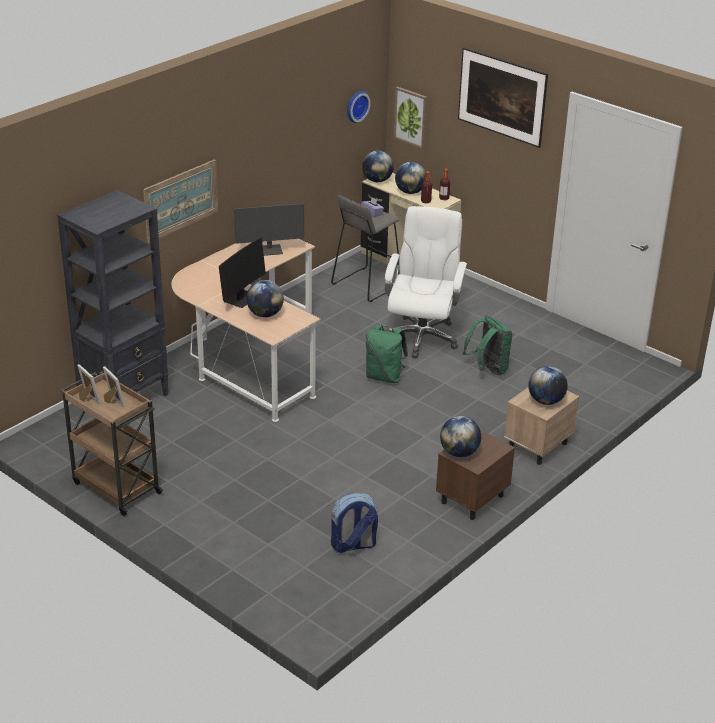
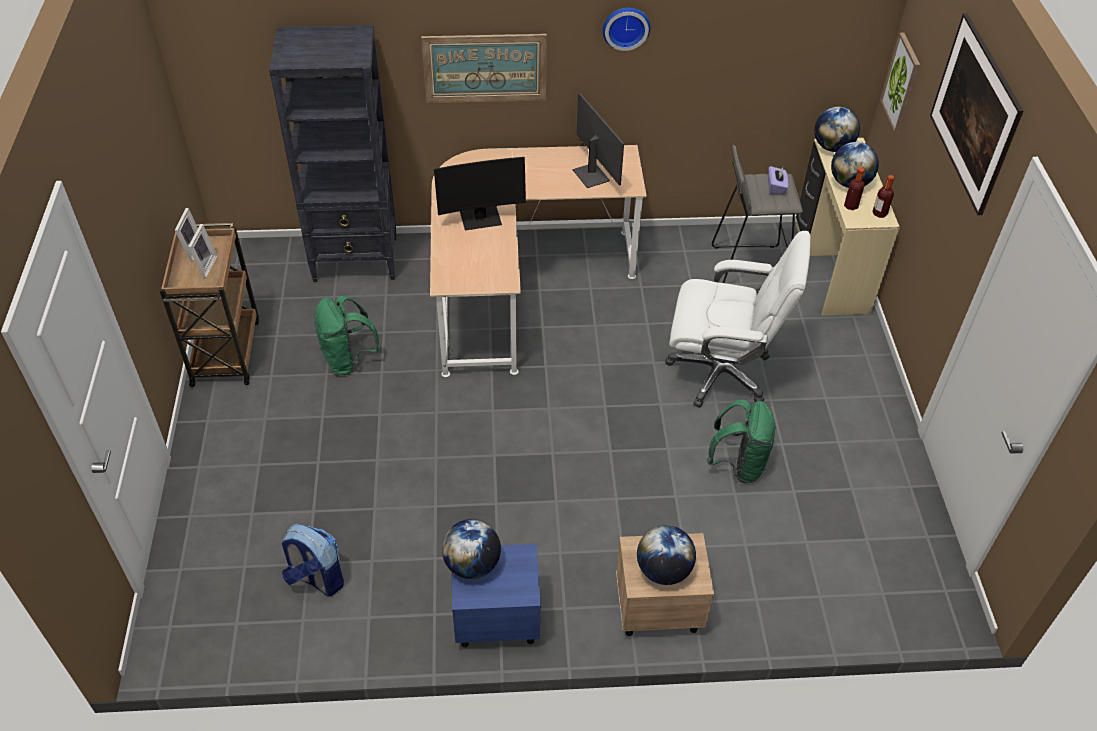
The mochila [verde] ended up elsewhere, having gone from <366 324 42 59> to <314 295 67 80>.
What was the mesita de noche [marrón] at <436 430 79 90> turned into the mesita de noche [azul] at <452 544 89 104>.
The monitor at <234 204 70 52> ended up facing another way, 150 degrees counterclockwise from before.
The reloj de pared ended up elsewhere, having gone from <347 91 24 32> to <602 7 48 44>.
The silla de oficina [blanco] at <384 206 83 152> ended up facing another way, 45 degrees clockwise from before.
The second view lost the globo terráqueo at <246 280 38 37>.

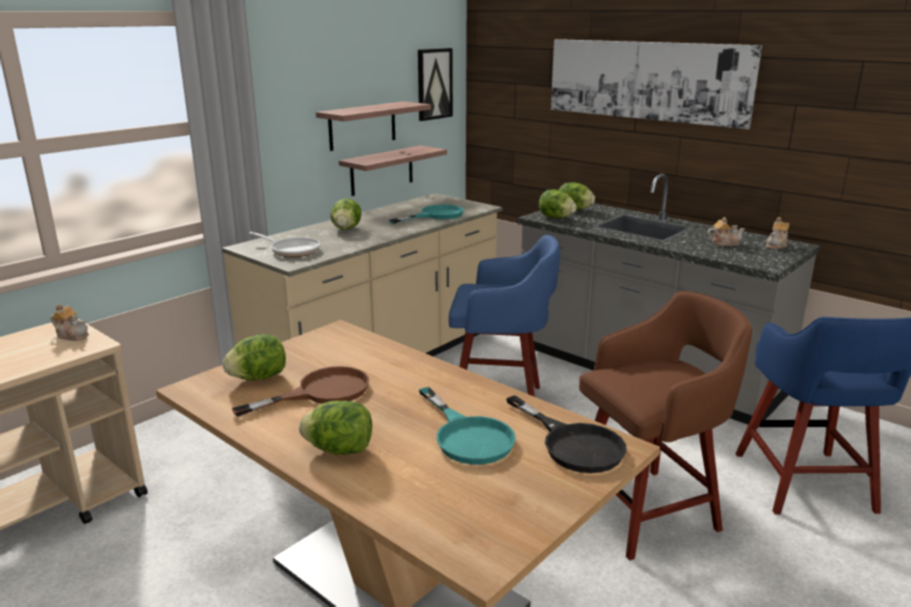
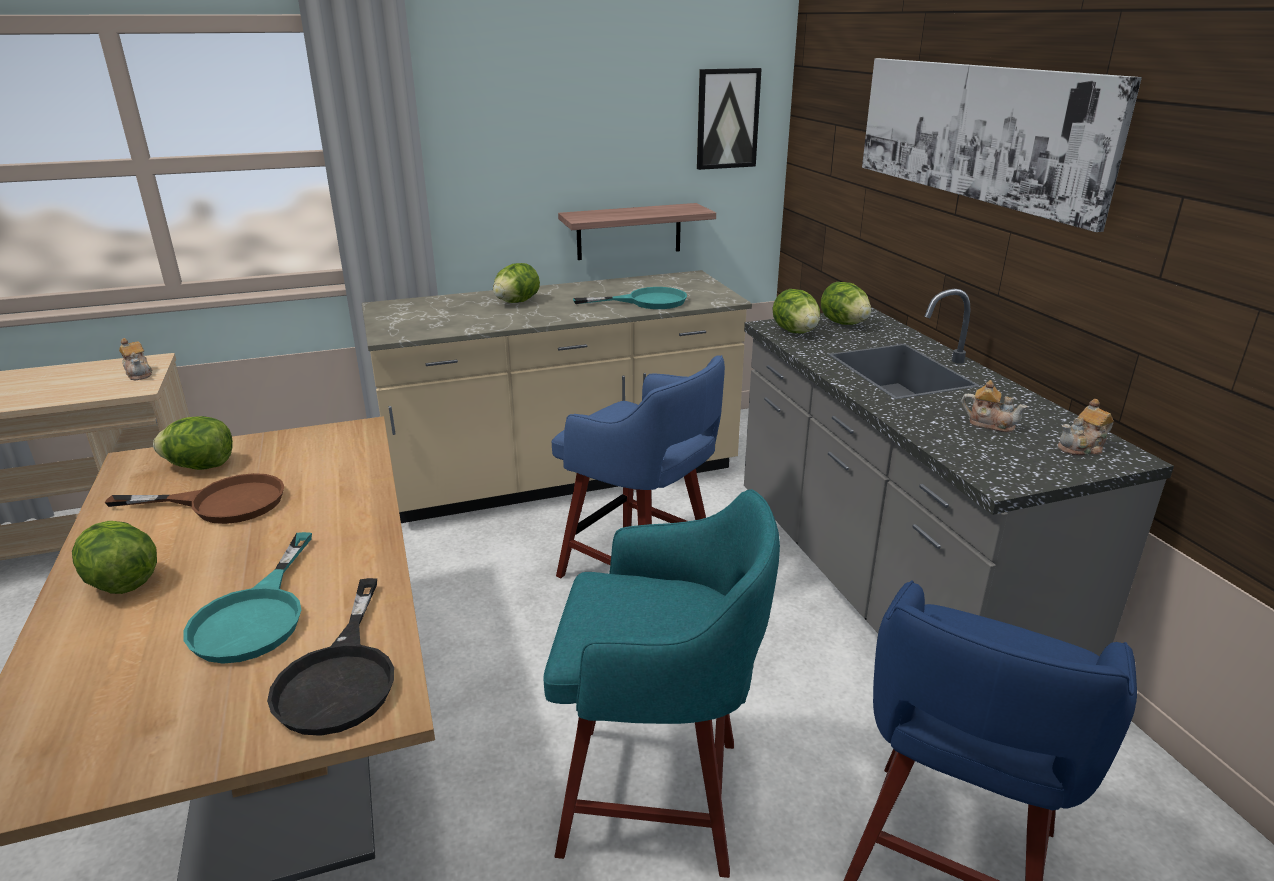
What was the taburete [marrón] at <579 291 173 270> turned into the taburete [turquesa] at <543 489 237 389>.
The second view lost the sartén at <249 232 71 25>.
The second view lost the estante at <316 101 115 50>.

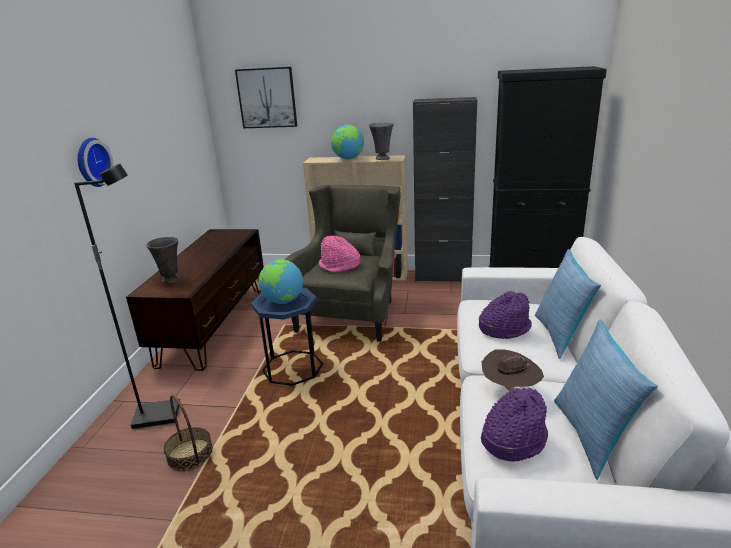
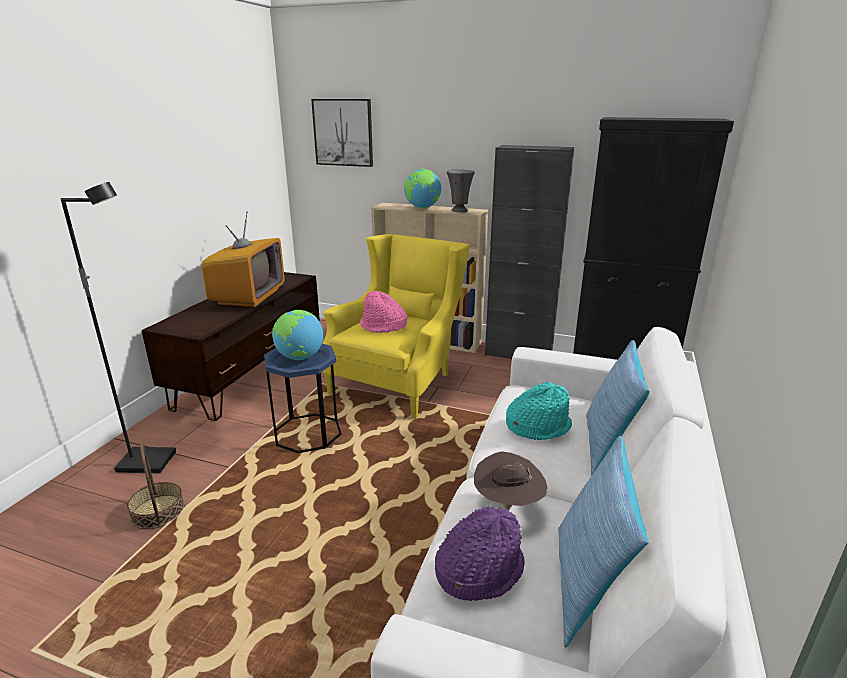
The second view gained the televisor at <201 211 83 96>.
What was the sillón [gris] at <285 185 116 157> turned into the sillón [amarillo] at <322 234 147 185>.
What was the sombrero [morado] at <479 291 53 48> turned into the sombrero [turquesa] at <506 382 66 58>.
The second view lost the reloj de pared at <78 138 36 49>.
The second view lost the florero [gris] at <146 237 34 47>.

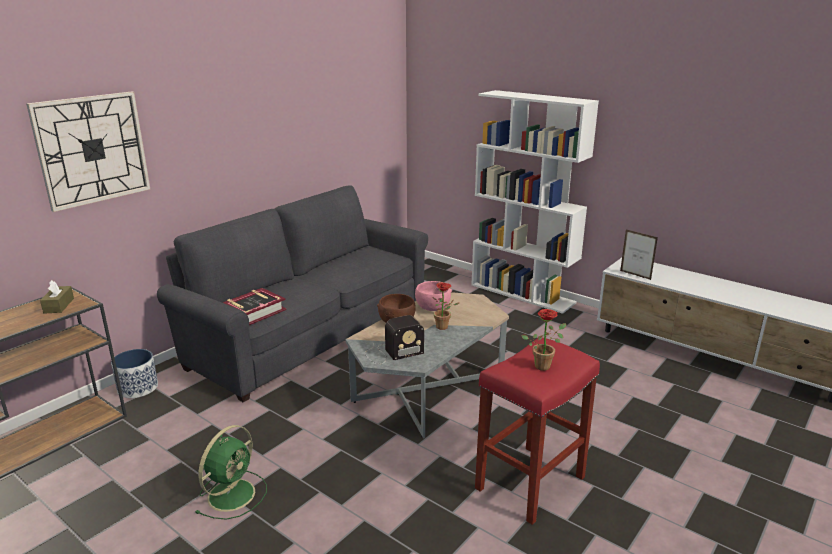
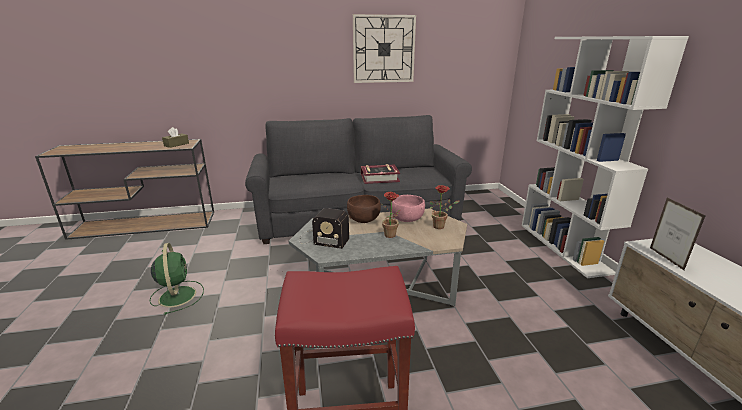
The ventilador [verde] at <196 425 71 95> ended up facing another way, 90 degrees counterclockwise from before.
The reloj de pared ended up elsewhere, having gone from <26 92 124 120> to <353 14 63 69>.
The libro ended up elsewhere, having gone from <223 288 63 37> to <361 164 39 20>.
The planta en maceta ended up elsewhere, having gone from <521 309 45 62> to <430 185 30 44>.
The second view lost the maceta at <111 349 47 49>.

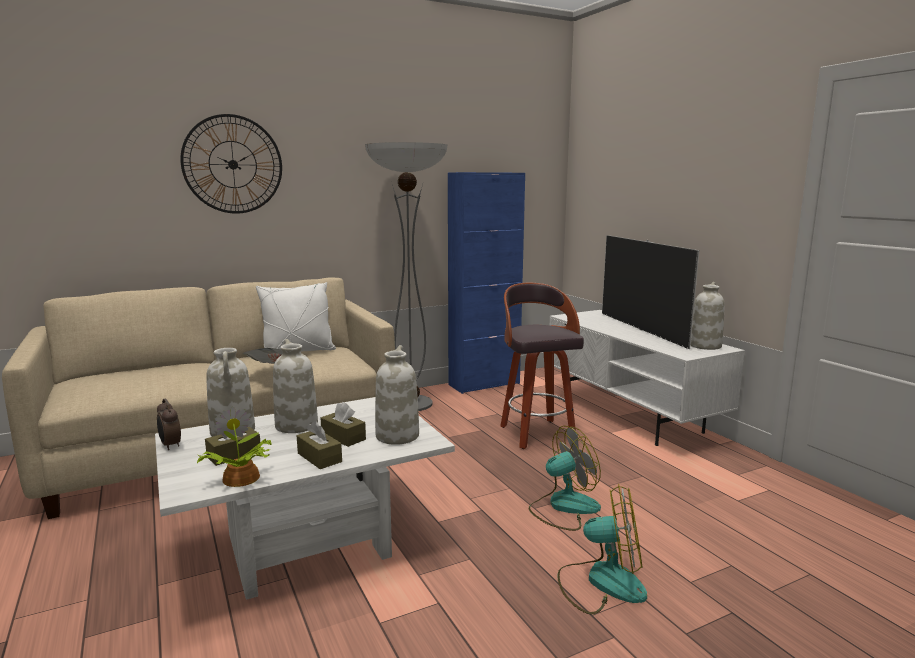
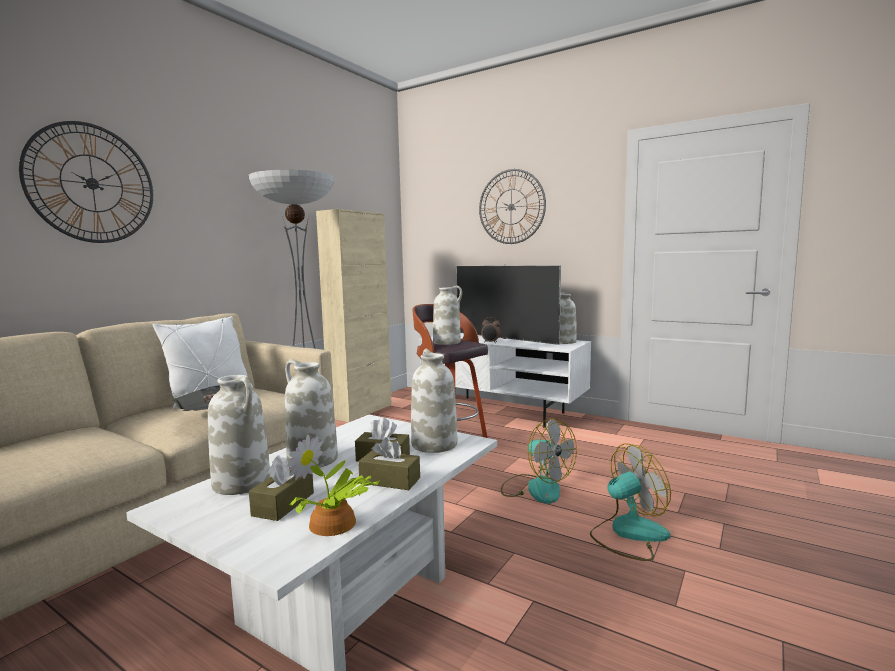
What was the armario [azul] at <448 172 77 222> turned into the armario [beis] at <316 209 76 213>.
The second view gained the florero [blanco] at <433 286 29 59>.
The second view gained the reloj de pared at <479 169 67 75>.
The despertador ended up elsewhere, having gone from <157 399 24 51> to <481 317 19 26>.
The ventilador at <529 426 72 105> ended up facing another way, 105 degrees clockwise from before.

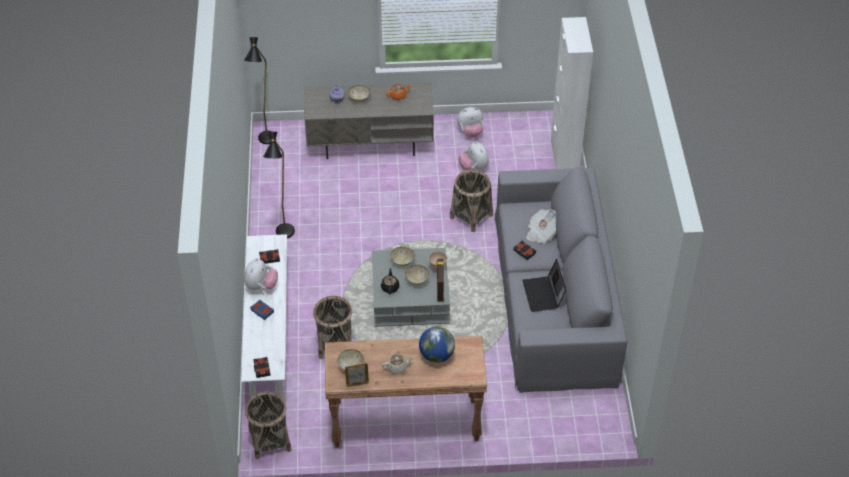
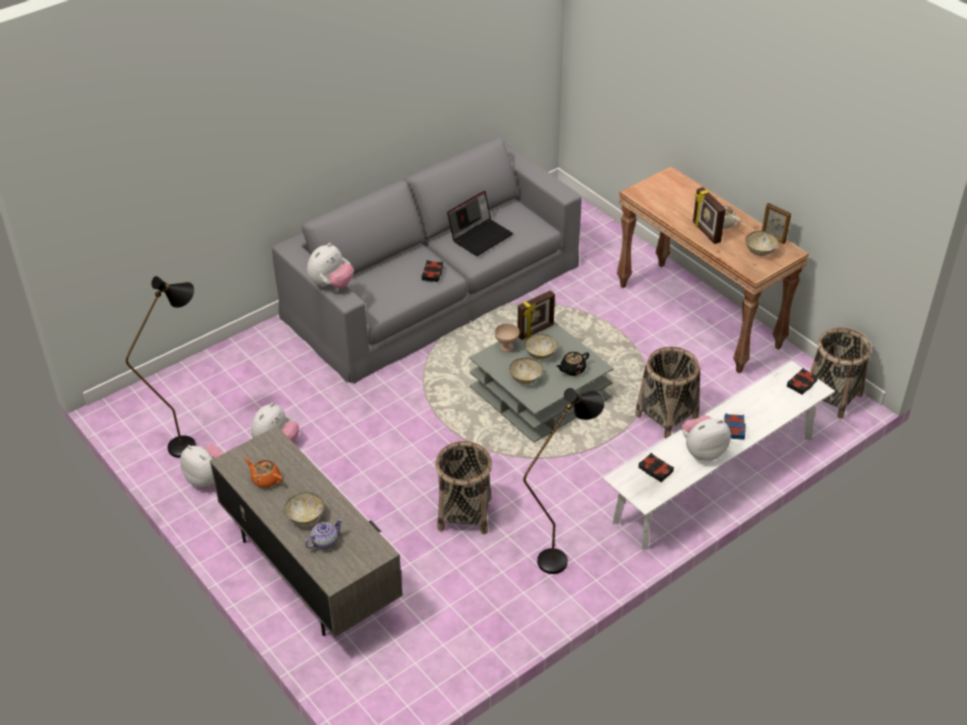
The lámpara de pie [negro] ended up elsewhere, having gone from <244 37 28 107> to <126 276 70 182>.
The second view gained the peluche at <307 243 47 46>.
The cesta ended up elsewhere, having gone from <450 170 43 62> to <435 441 57 93>.
The second view gained the portarretratos at <693 187 33 57>.
The second view lost the globo terráqueo at <419 326 36 37>.
The second view lost the periódico at <526 209 30 35>.
The second view lost the armario [blanco] at <551 17 42 152>.

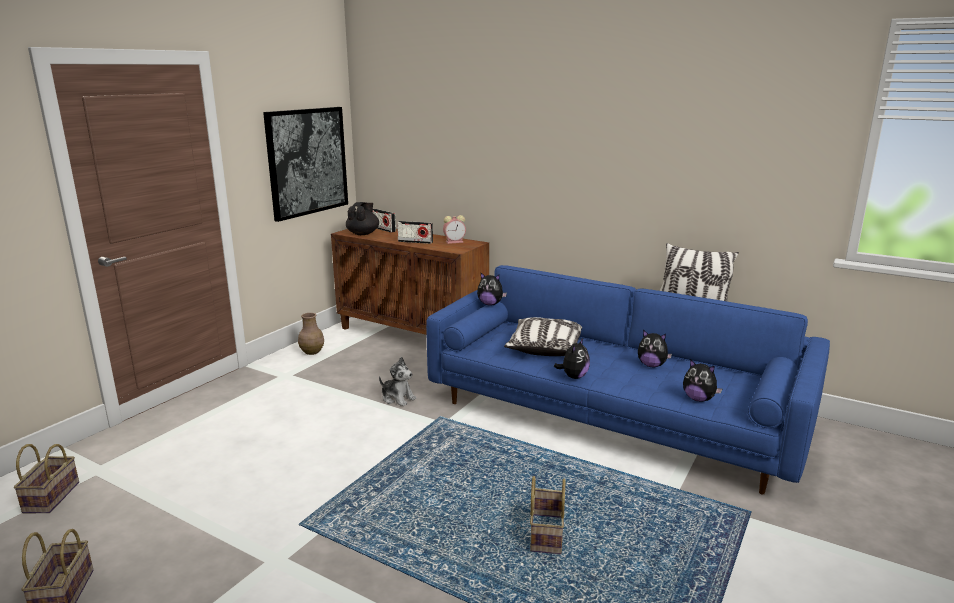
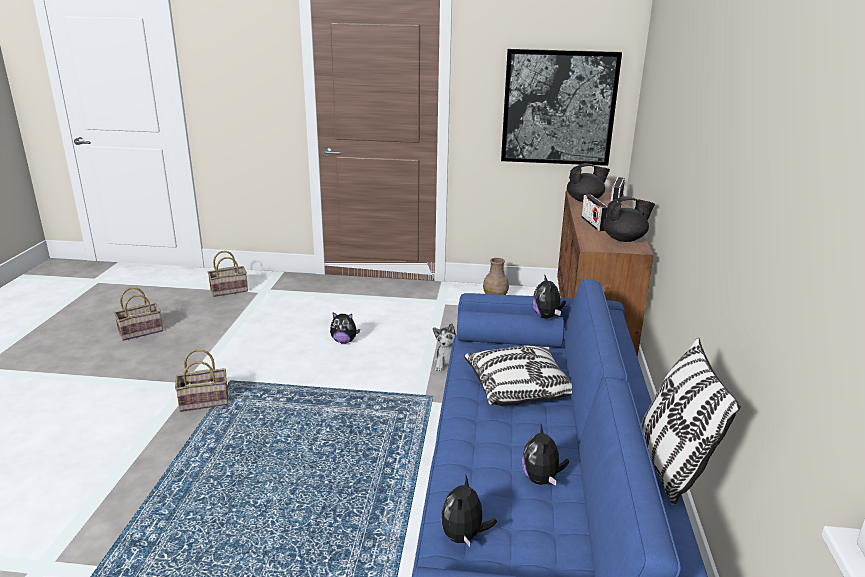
The cesta ended up elsewhere, having gone from <530 476 35 78> to <175 349 53 63>.
The peluche ended up elsewhere, having gone from <554 339 36 40> to <330 312 30 32>.
Where the despertador stood at <443 215 23 29>, the tetera [negro] came to stand at <603 196 52 46>.

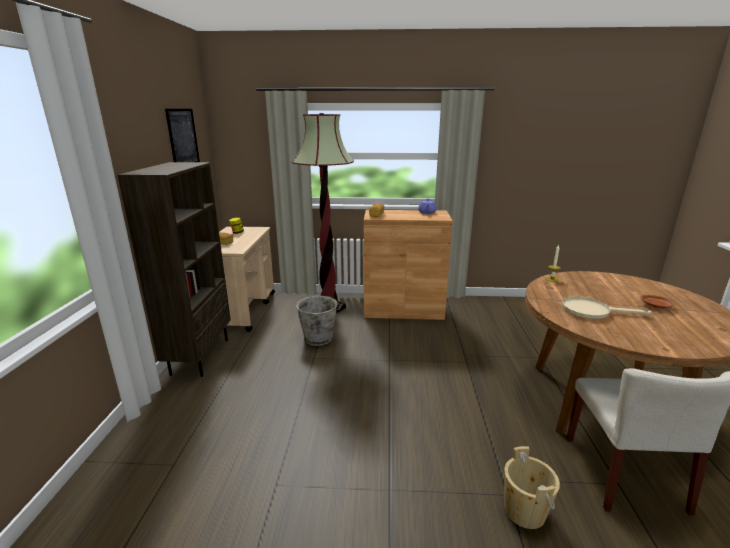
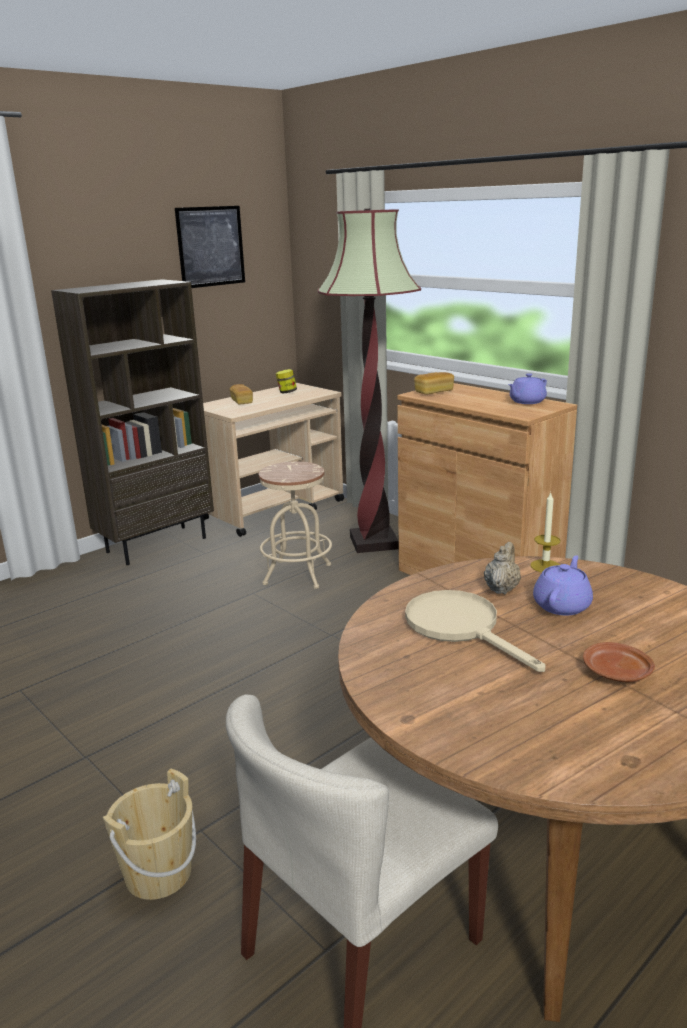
Where the cubo [gris] stood at <296 296 46 50>, the taburete [beis] came to stand at <259 462 73 127>.
The second view gained the tetera [beis] at <484 542 37 53>.
The second view gained the tetera [morado] at <533 555 60 61>.

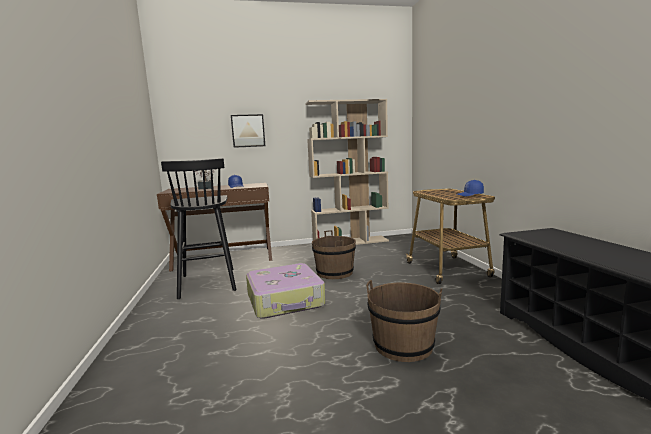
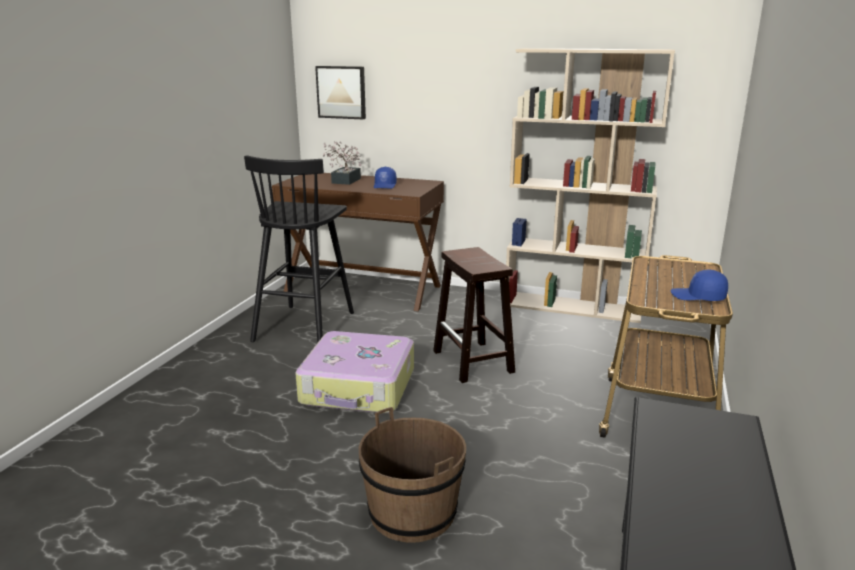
The cuadro ended up elsewhere, having gone from <231 114 34 34> to <315 66 51 53>.
Where the cubo [marrón] stood at <312 230 44 49>, the taburete [marrón] came to stand at <433 247 82 136>.

